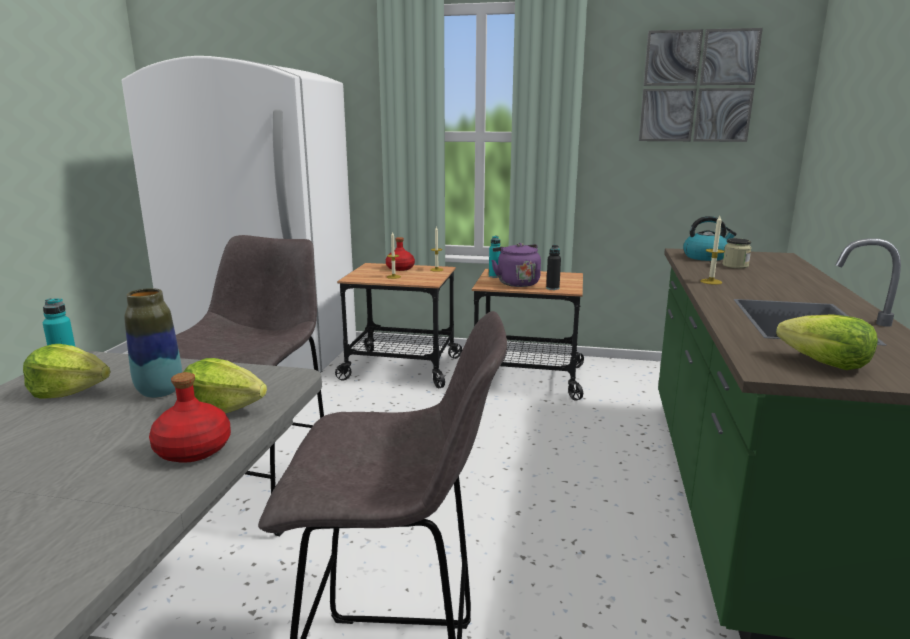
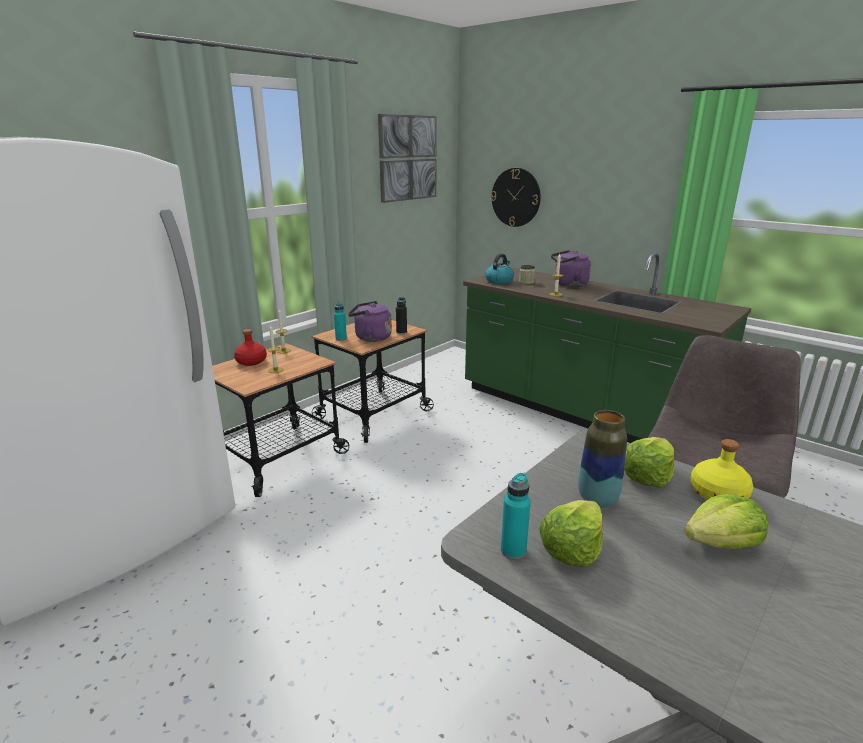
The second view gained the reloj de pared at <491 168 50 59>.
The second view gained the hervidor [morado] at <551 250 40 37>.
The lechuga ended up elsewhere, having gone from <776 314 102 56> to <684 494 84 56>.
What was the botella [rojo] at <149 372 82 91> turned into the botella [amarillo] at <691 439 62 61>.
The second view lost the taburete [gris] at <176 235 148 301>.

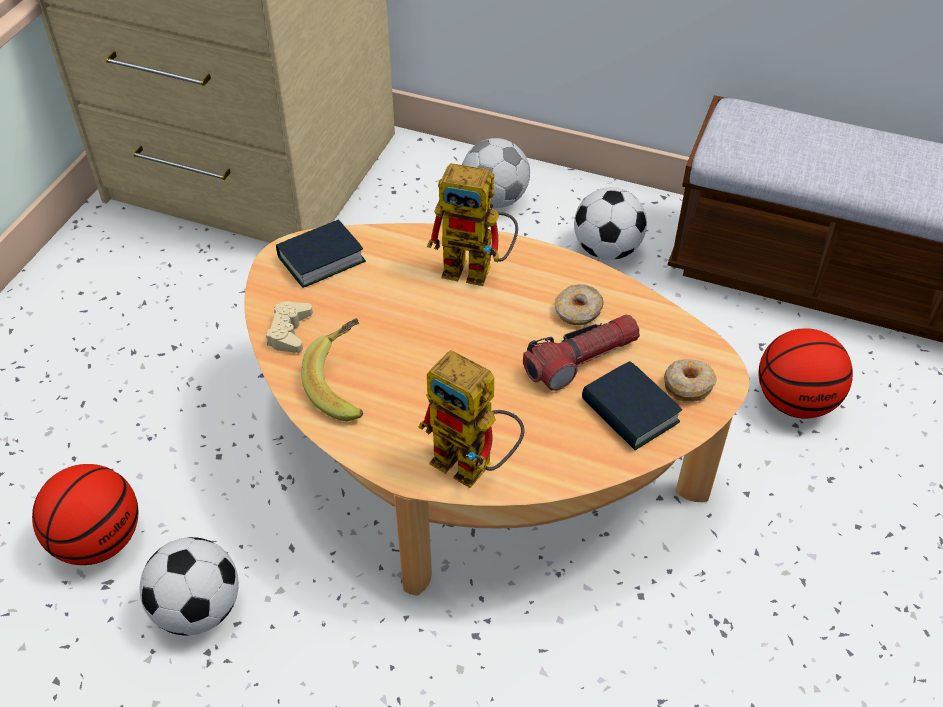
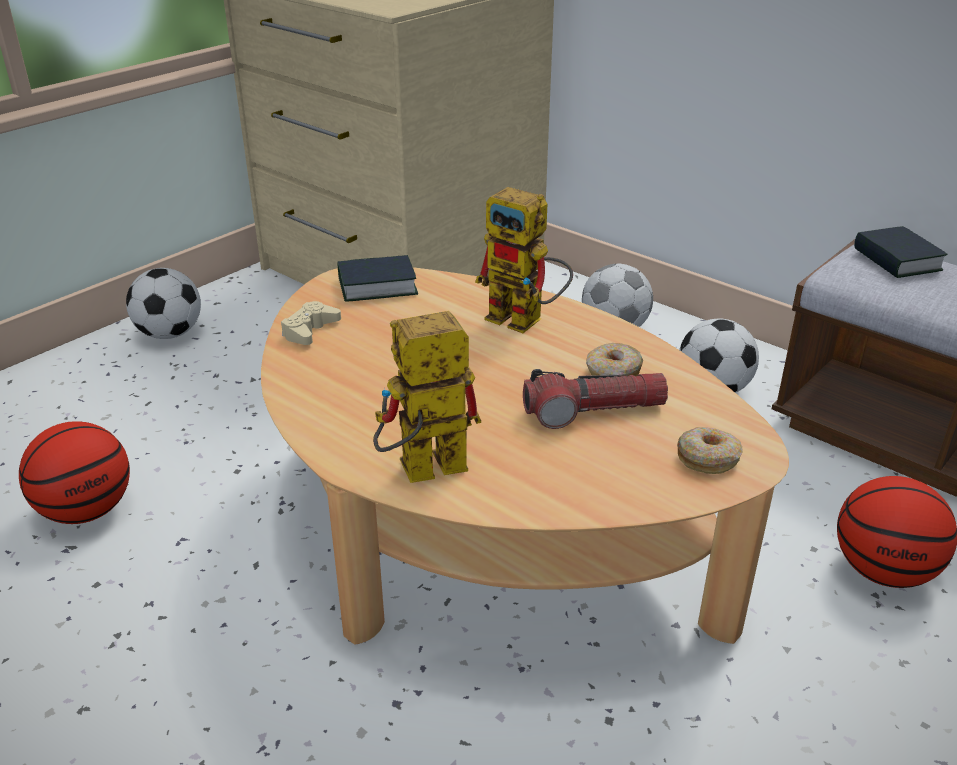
The balón de fútbol ended up elsewhere, having gone from <140 537 99 98> to <126 268 75 71>.
The robot de juguete at <418 350 106 138> ended up facing another way, 105 degrees clockwise from before.
The libro ended up elsewhere, having gone from <582 361 100 89> to <854 226 94 52>.
The second view lost the plátano at <301 318 62 103>.

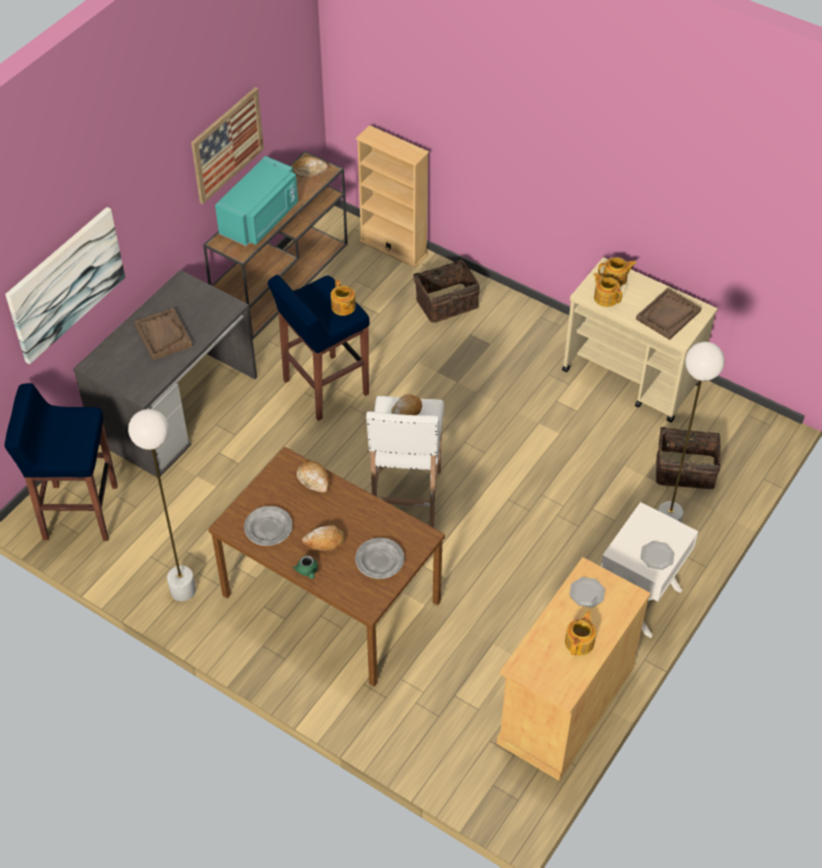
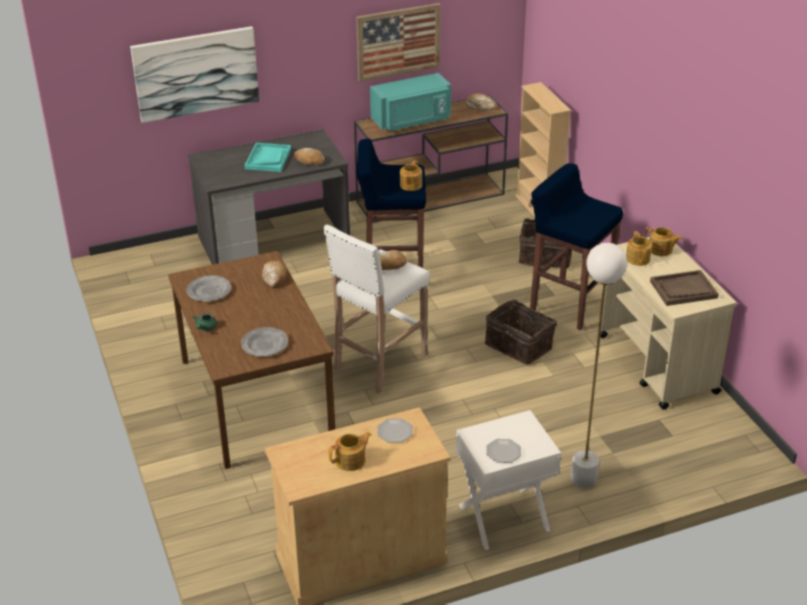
What was the bandeja [marrón] at <134 308 59 52> turned into the bandeja [turquesa] at <244 143 47 29>.
The pan ended up elsewhere, having gone from <302 525 43 26> to <294 148 31 18>.
The cesta ended up elsewhere, having gone from <656 427 65 62> to <485 299 72 66>.
The taburete [azul] ended up elsewhere, having gone from <5 383 113 158> to <530 163 93 167>.
The second view lost the lámpara de pie [blanco] at <128 409 68 192>.

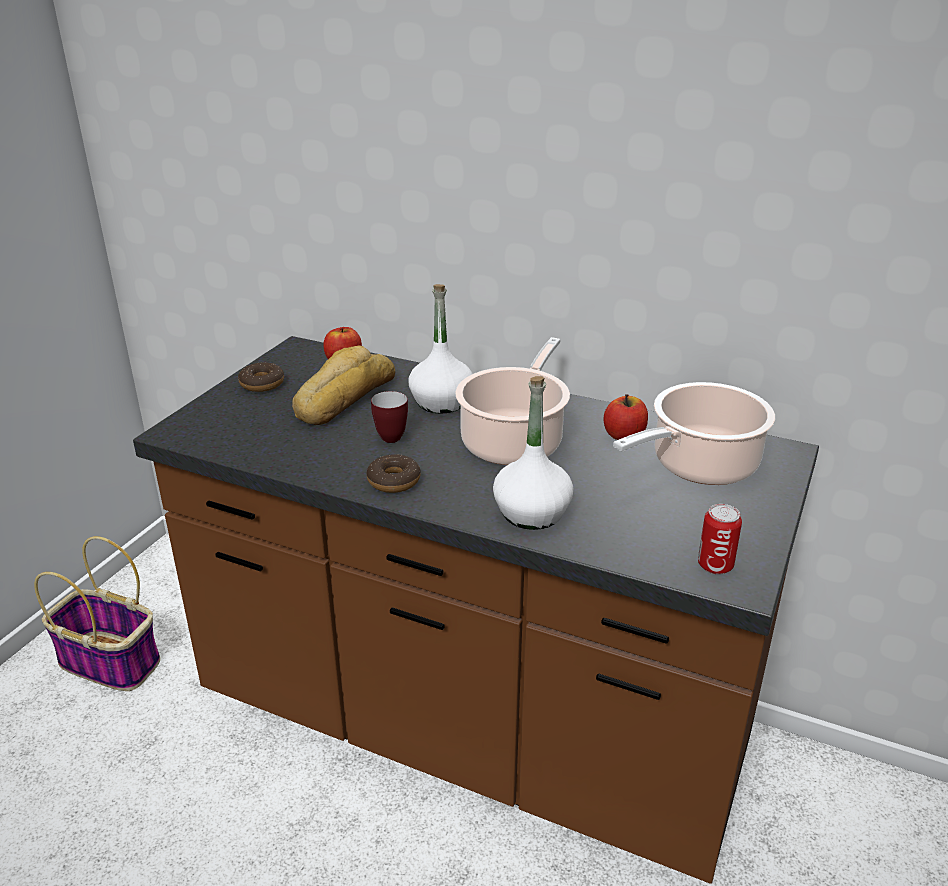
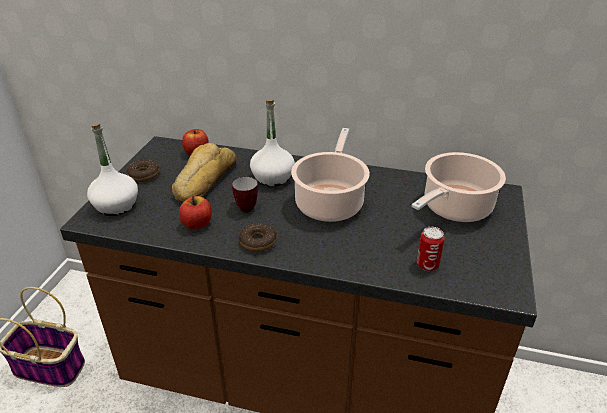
The botella [blanco] ended up elsewhere, having gone from <493 376 80 154> to <87 123 51 93>.
The manzana ended up elsewhere, having gone from <604 394 44 46> to <179 196 33 34>.
The lata ended up elsewhere, having gone from <698 504 44 71> to <416 227 29 44>.

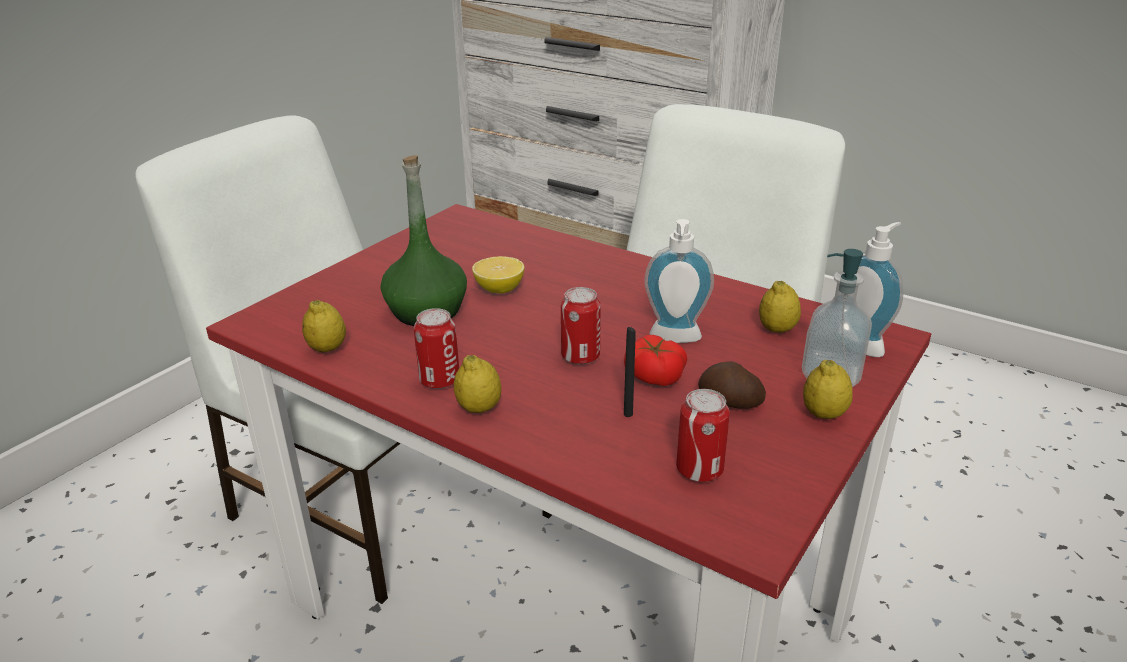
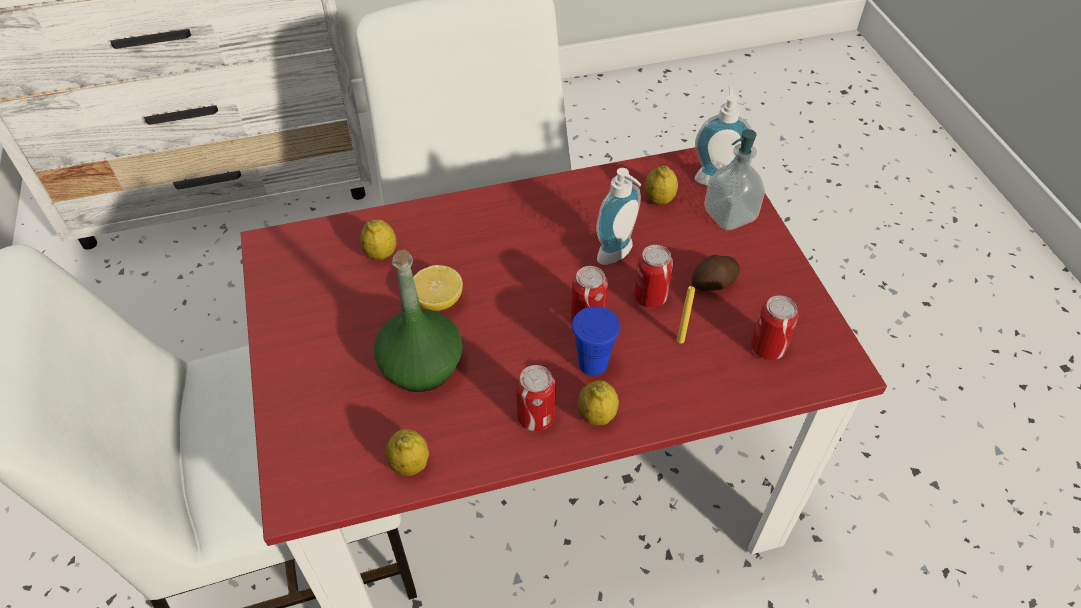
The limón ended up elsewhere, having gone from <803 360 50 59> to <360 219 36 41>.
The second view gained the taza [azul] at <572 306 48 70>.
Where the tomate stood at <624 335 63 51>, the lata came to stand at <634 245 39 63>.
What was the vela [negro] at <624 326 11 91> turned into the vela [amarillo] at <677 286 18 58>.

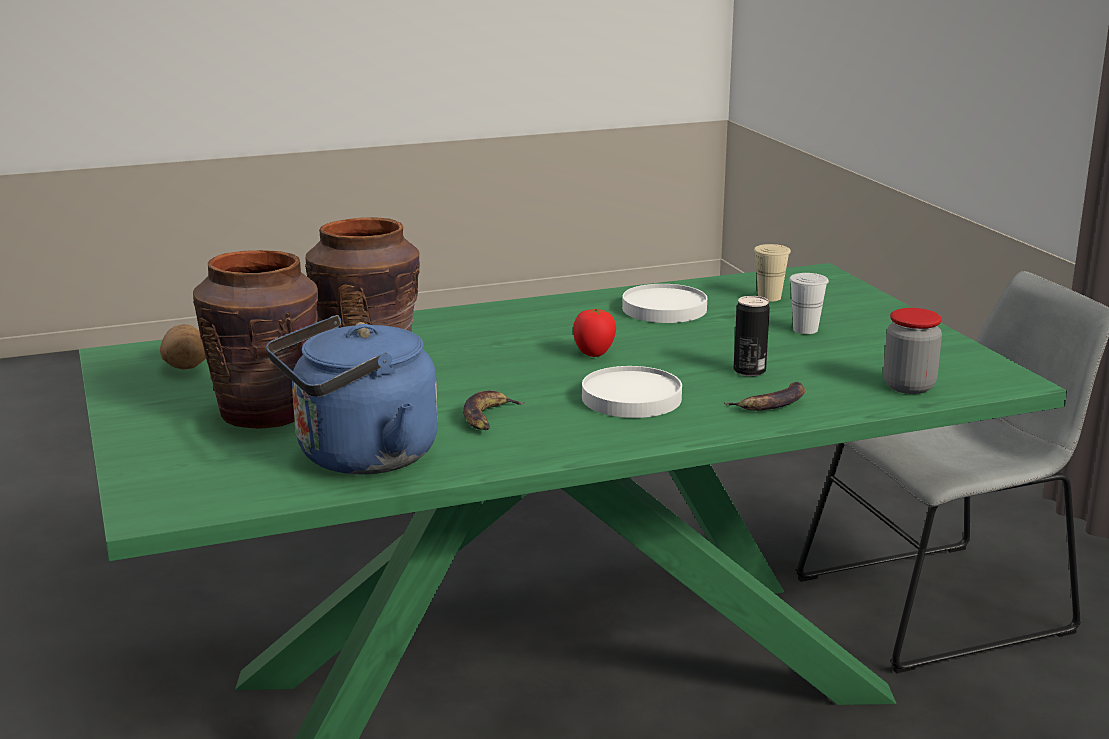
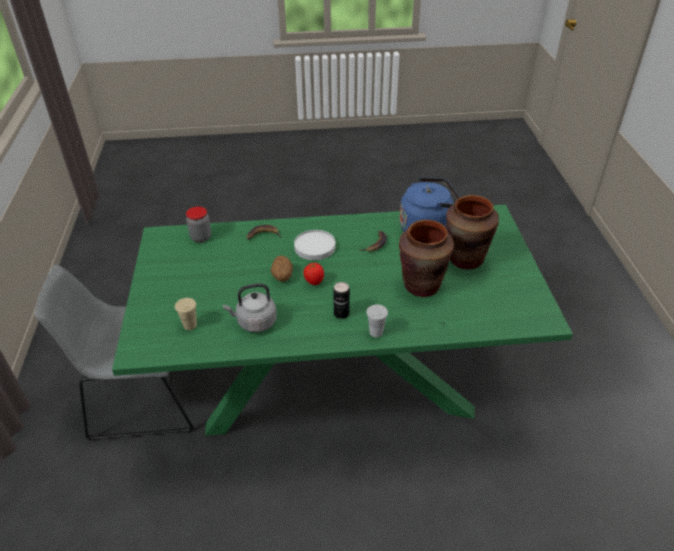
Where the plato [blanco] stood at <622 284 85 39>, the hervidor [gris] came to stand at <223 283 54 49>.
The patata ended up elsewhere, having gone from <160 324 46 46> to <271 256 22 25>.
The lata ended up elsewhere, having gone from <734 296 36 80> to <333 282 17 37>.
The taza [blanco] ended up elsewhere, having gone from <789 273 40 61> to <366 305 22 32>.

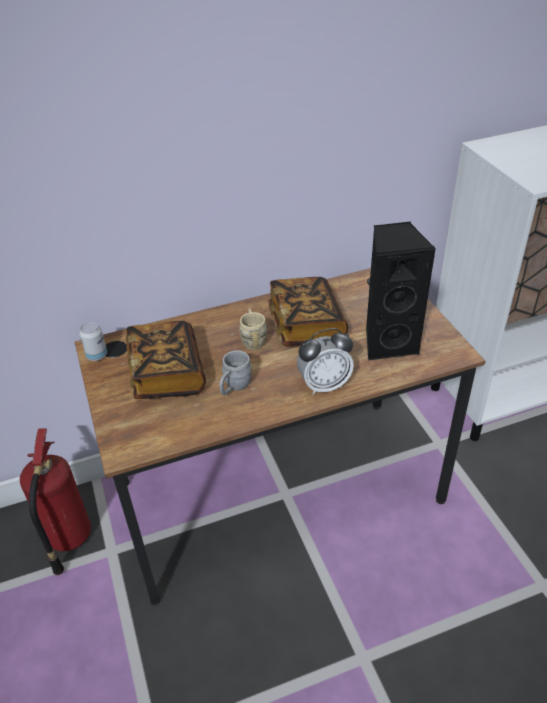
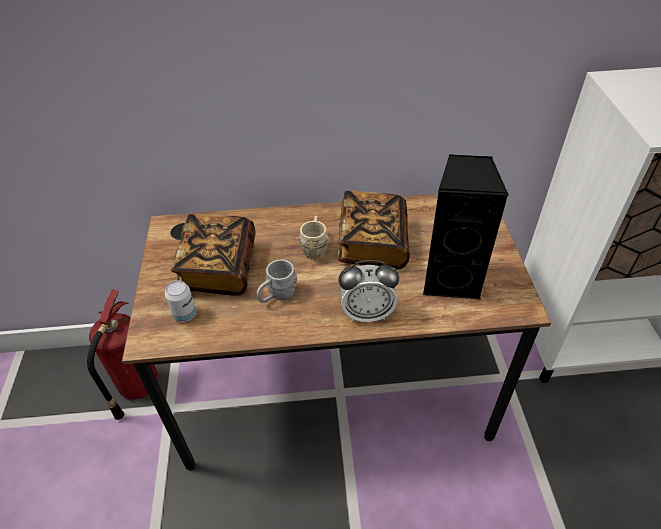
The lata ended up elsewhere, having gone from <79 322 28 39> to <165 280 31 42>.

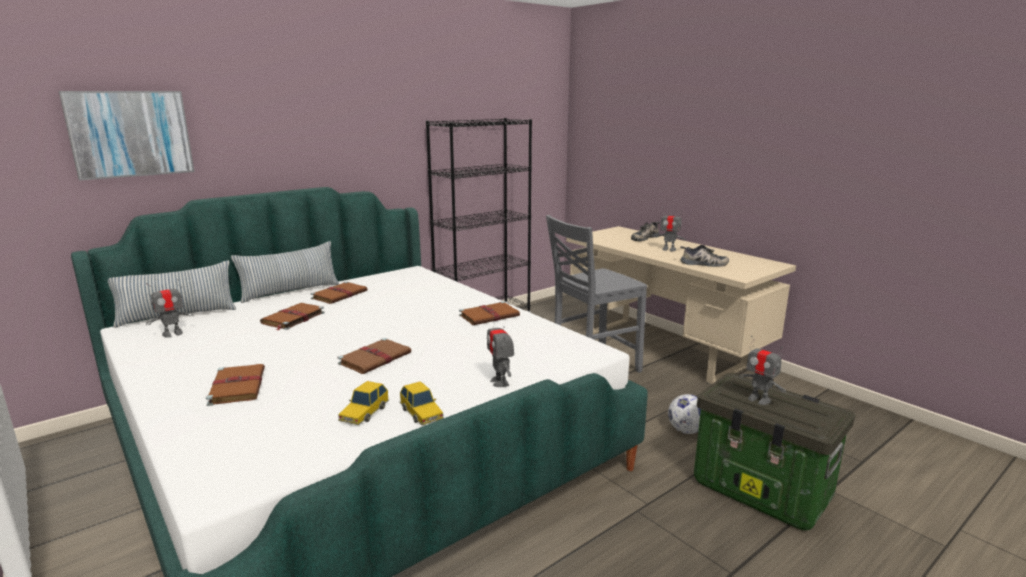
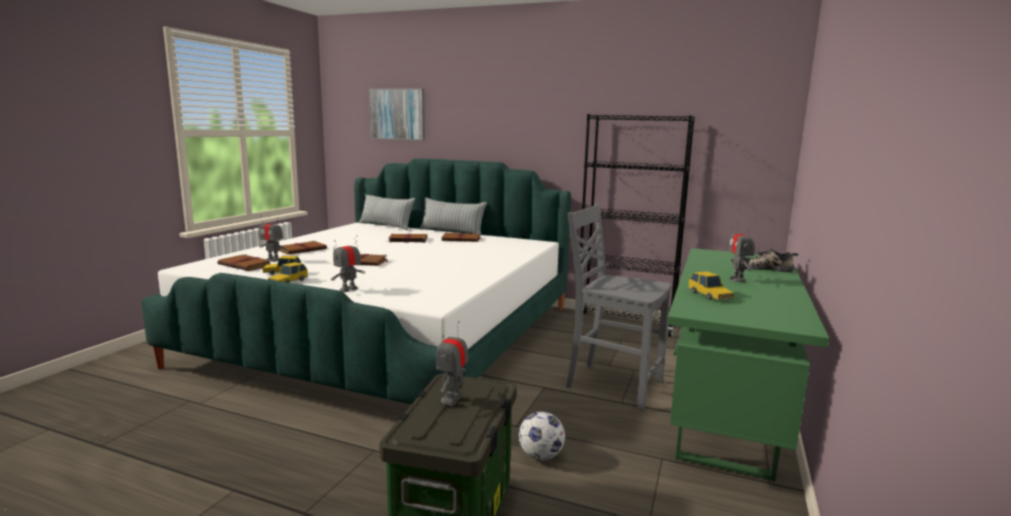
The libro [marrón] ended up elsewhere, having gone from <459 301 61 24> to <217 254 56 17>.
The robot de juguete ended up elsewhere, having gone from <146 279 47 59> to <259 215 28 47>.
What was the escritorio [beis] at <566 226 230 159> turned into the escritorio [verde] at <667 248 162 234>.
Where the zapato stood at <680 245 49 22>, the coche de juguete came to stand at <688 272 46 28>.

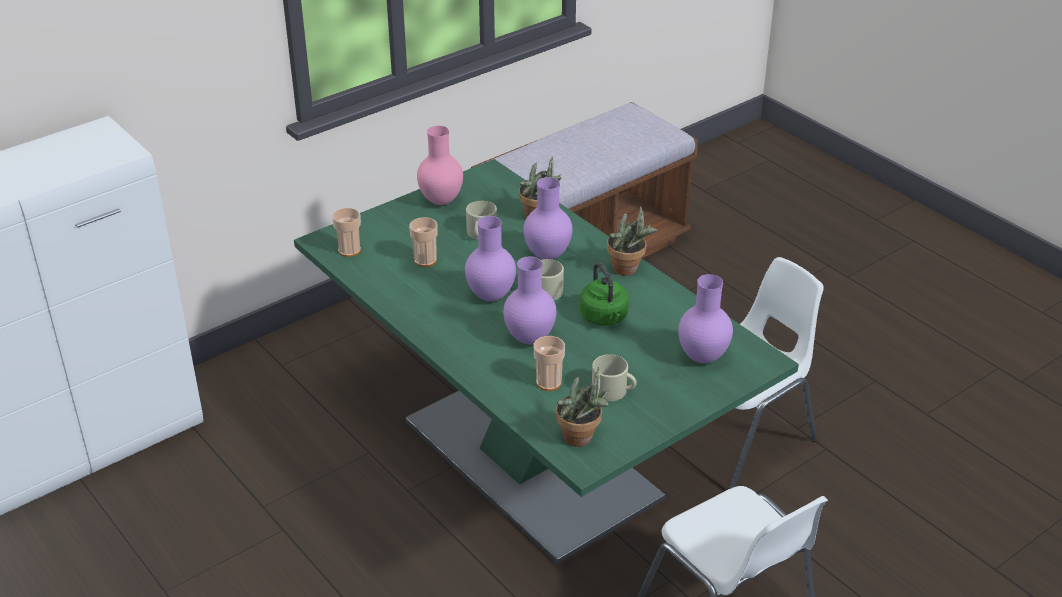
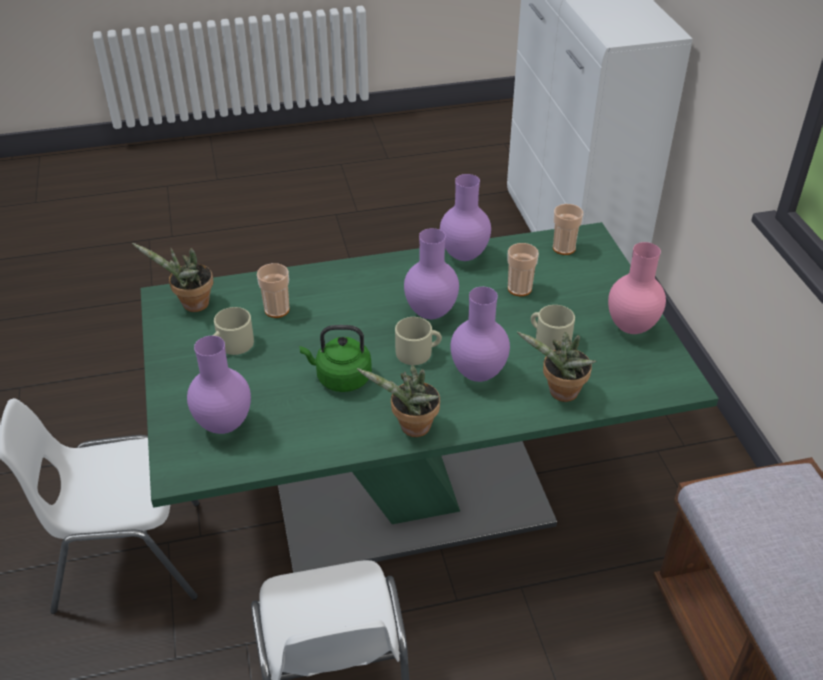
The florero [morado] ended up elsewhere, having gone from <503 256 54 88> to <440 174 51 87>.

